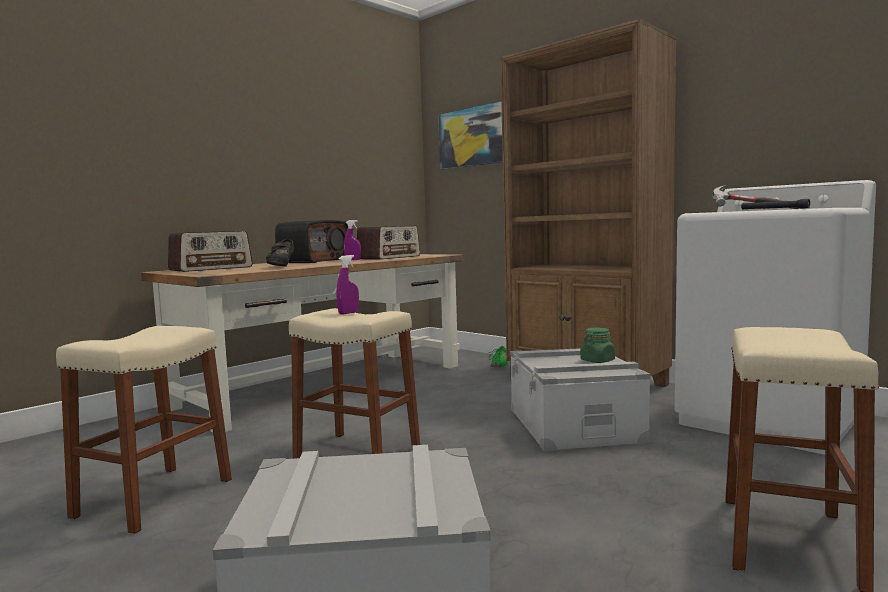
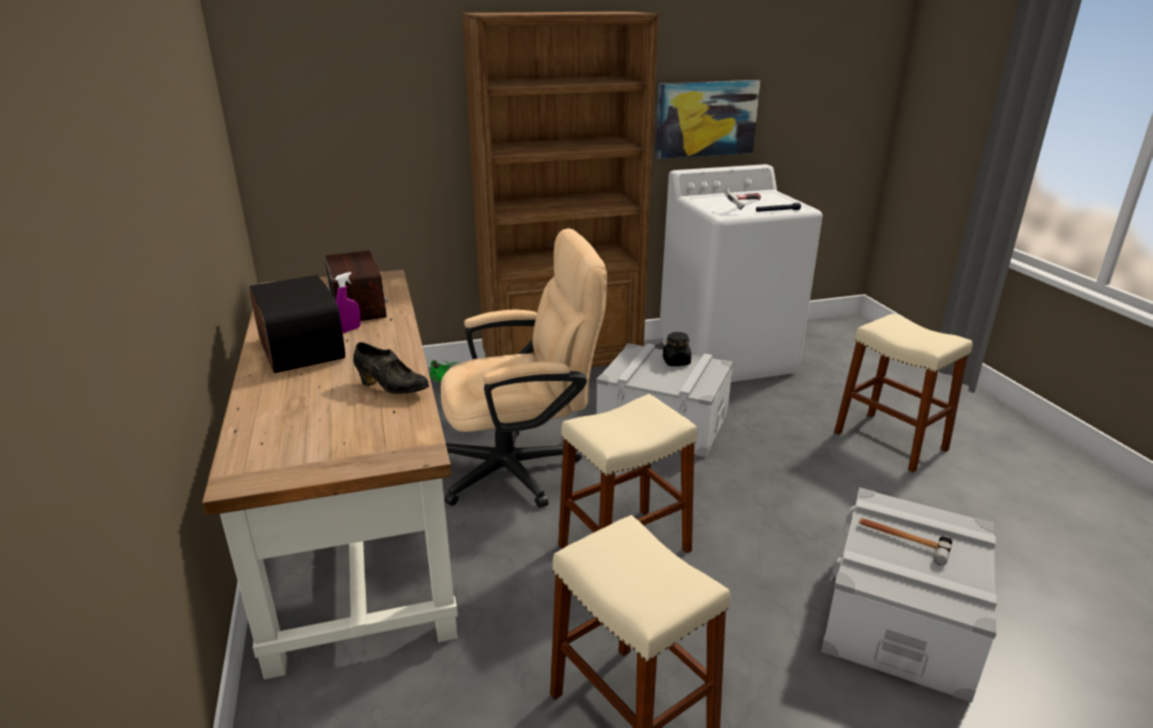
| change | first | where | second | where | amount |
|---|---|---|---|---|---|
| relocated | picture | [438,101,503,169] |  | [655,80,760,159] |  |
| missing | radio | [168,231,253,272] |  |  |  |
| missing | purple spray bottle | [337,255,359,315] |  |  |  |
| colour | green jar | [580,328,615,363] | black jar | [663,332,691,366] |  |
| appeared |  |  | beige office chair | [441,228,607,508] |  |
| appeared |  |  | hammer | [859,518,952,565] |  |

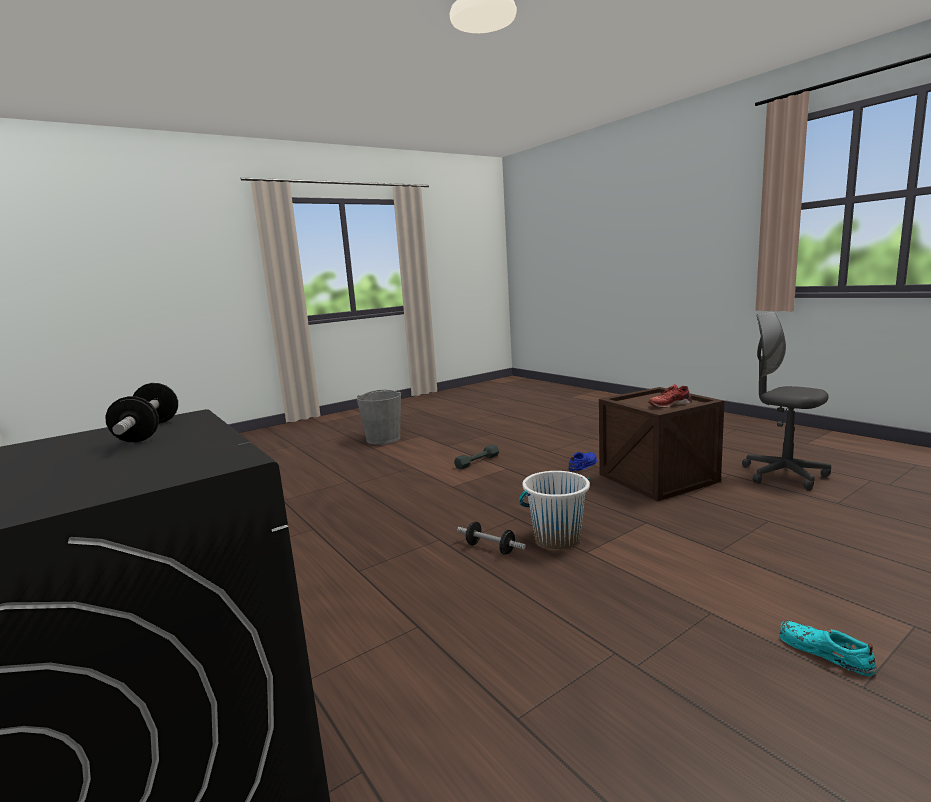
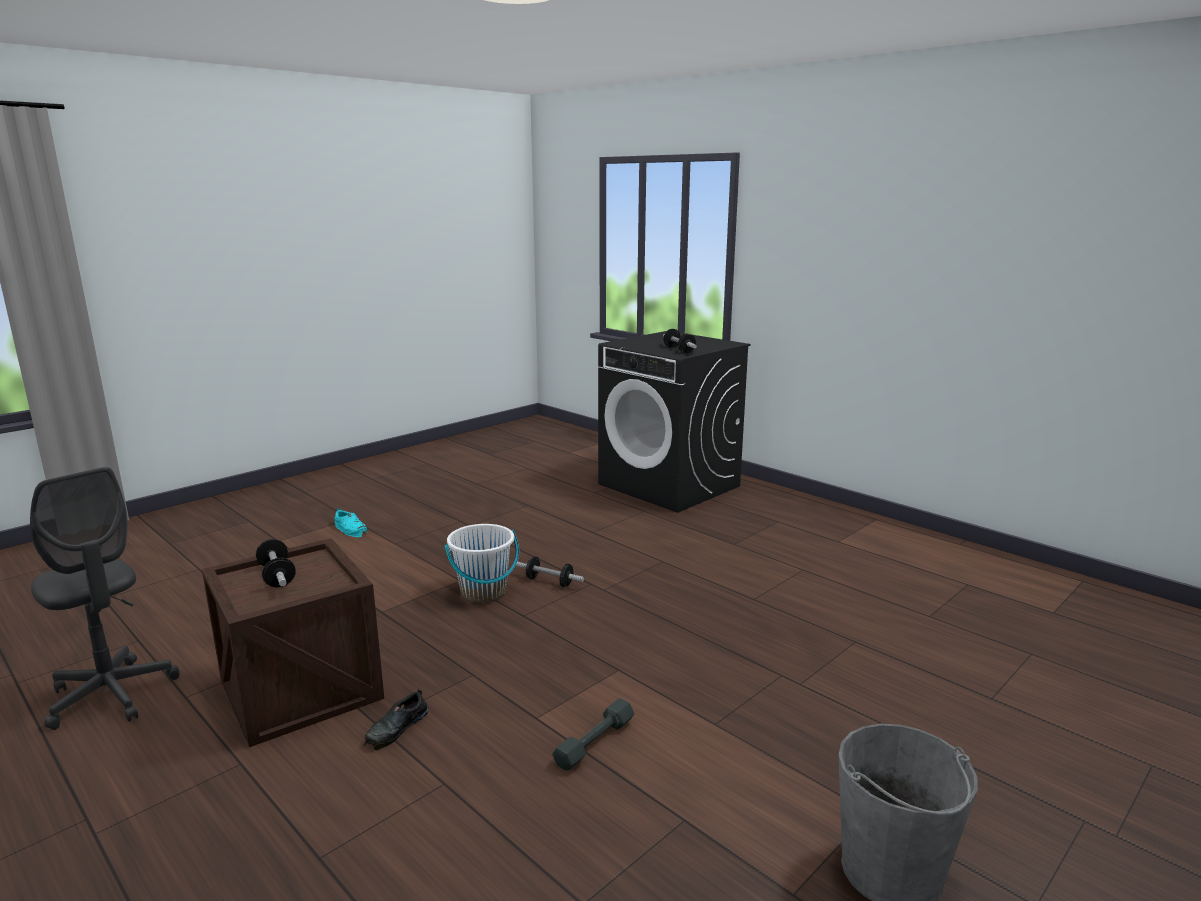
| change | first | where | second | where | amount |
|---|---|---|---|---|---|
| exchanged | red shoe | [648,384,692,408] | dumbbell | [256,539,296,587] |  |
| colour | blue shoe | [568,452,597,471] | black shoe | [364,689,429,750] |  |

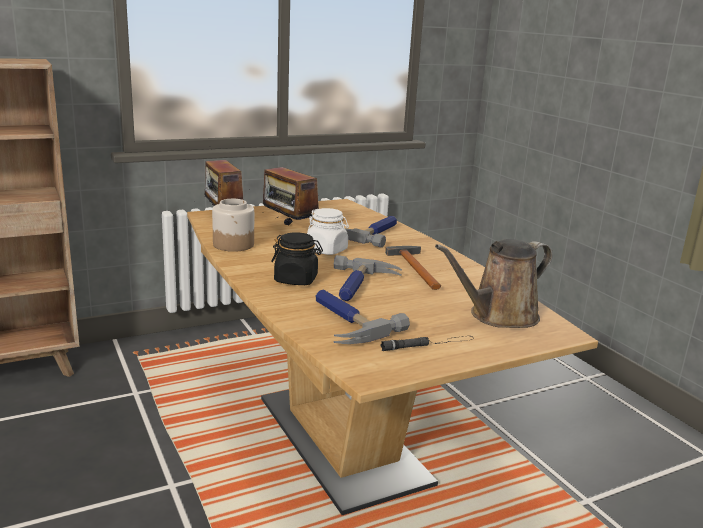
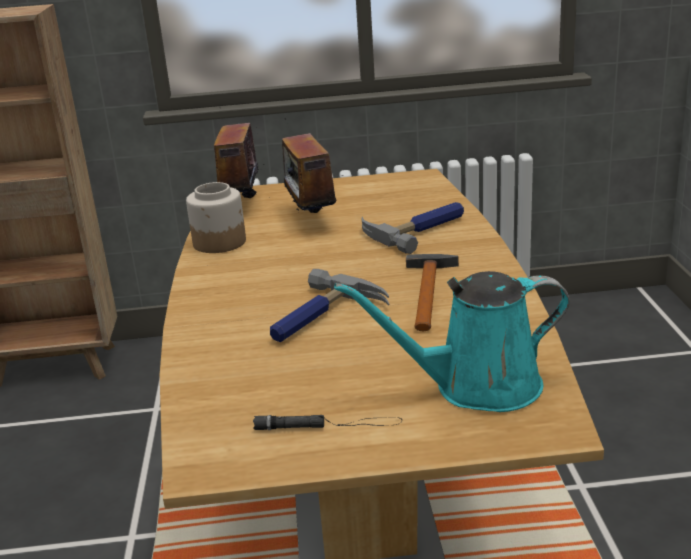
| change | first | where | second | where | amount |
|---|---|---|---|---|---|
| missing | white jar | [307,208,349,255] |  |  |  |
| missing | black jar | [271,232,323,285] |  |  |  |
| colour | brown watering can | [435,239,553,328] | turquoise watering can | [334,271,570,412] |  |
| missing | hammer | [316,289,410,344] |  |  |  |

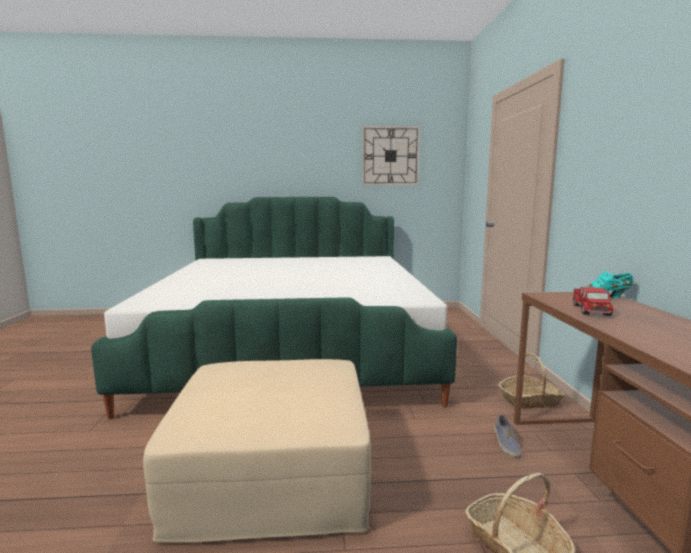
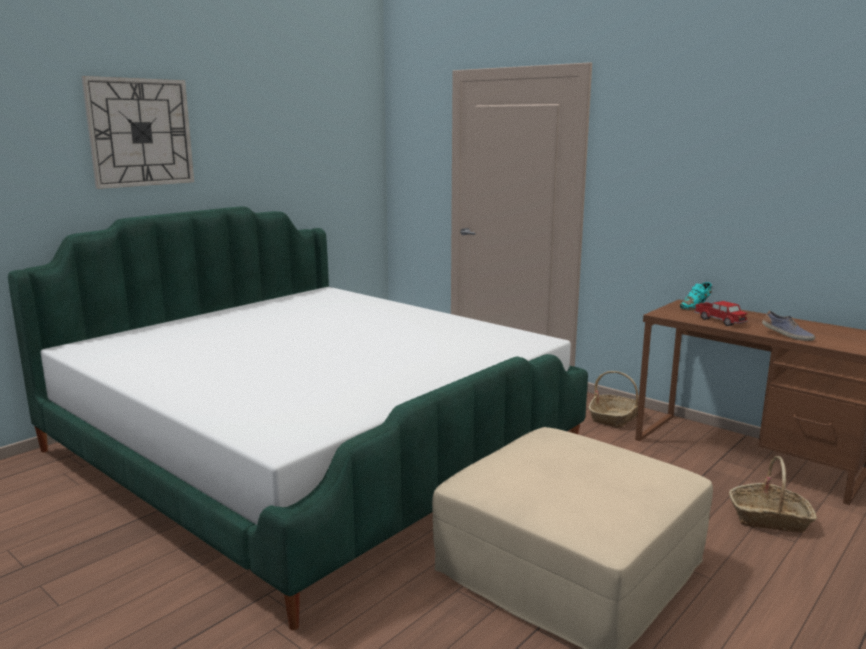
| change | first | where | second | where | amount |
|---|---|---|---|---|---|
| relocated | wall clock | [362,126,420,185] |  | [82,76,194,189] |  |
| relocated | shoe | [494,414,522,457] |  | [762,310,815,341] |  |

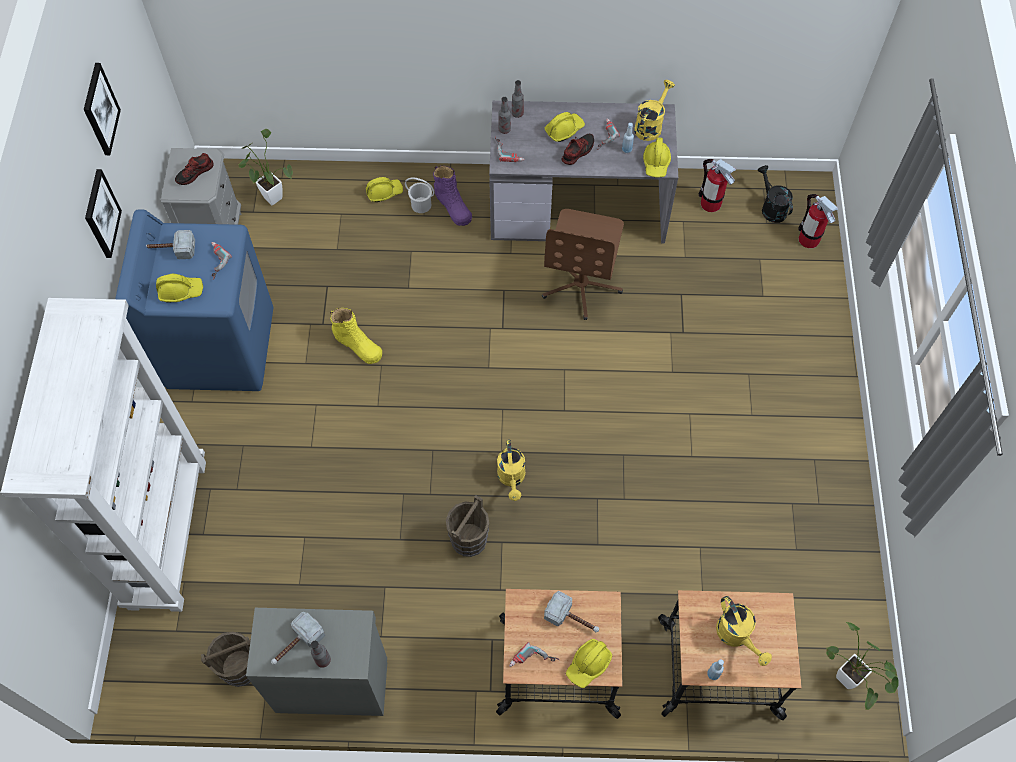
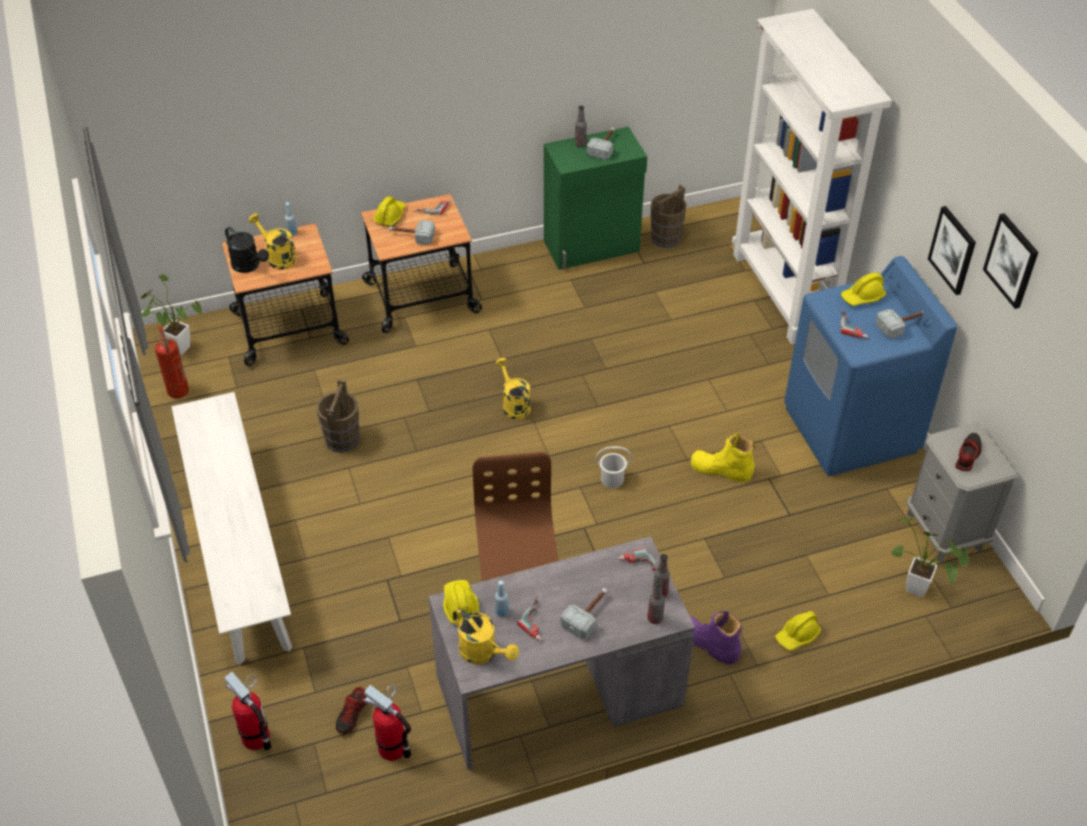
| change | first | where | second | where | amount |
|---|---|---|---|---|---|
| spun | yellow watering can | [634,80,675,141] |  | [453,608,519,664] | 60 degrees counterclockwise |
| exchanged | yellow hard hat | [545,112,585,142] | hammer | [560,588,608,639] |  |
| relocated | shoe | [562,134,594,165] |  | [336,687,367,734] |  |
| relocated | black watering can | [758,165,793,223] |  | [225,227,269,273] |  |
| relocated | white bucket | [405,177,434,213] |  | [596,446,632,488] |  |
| relocated | brown bucket | [446,495,489,557] |  | [316,380,360,453] |  |
| colour | grey cabinet | [246,608,387,716] | green cabinet | [544,127,647,270] |  |
| appeared |  |  | fire extinguisher | [155,325,189,398] |  |
| appeared |  |  | white bench | [171,392,292,665] |  |

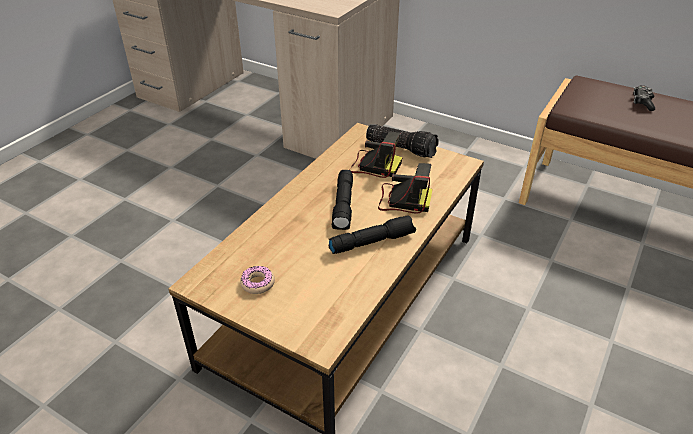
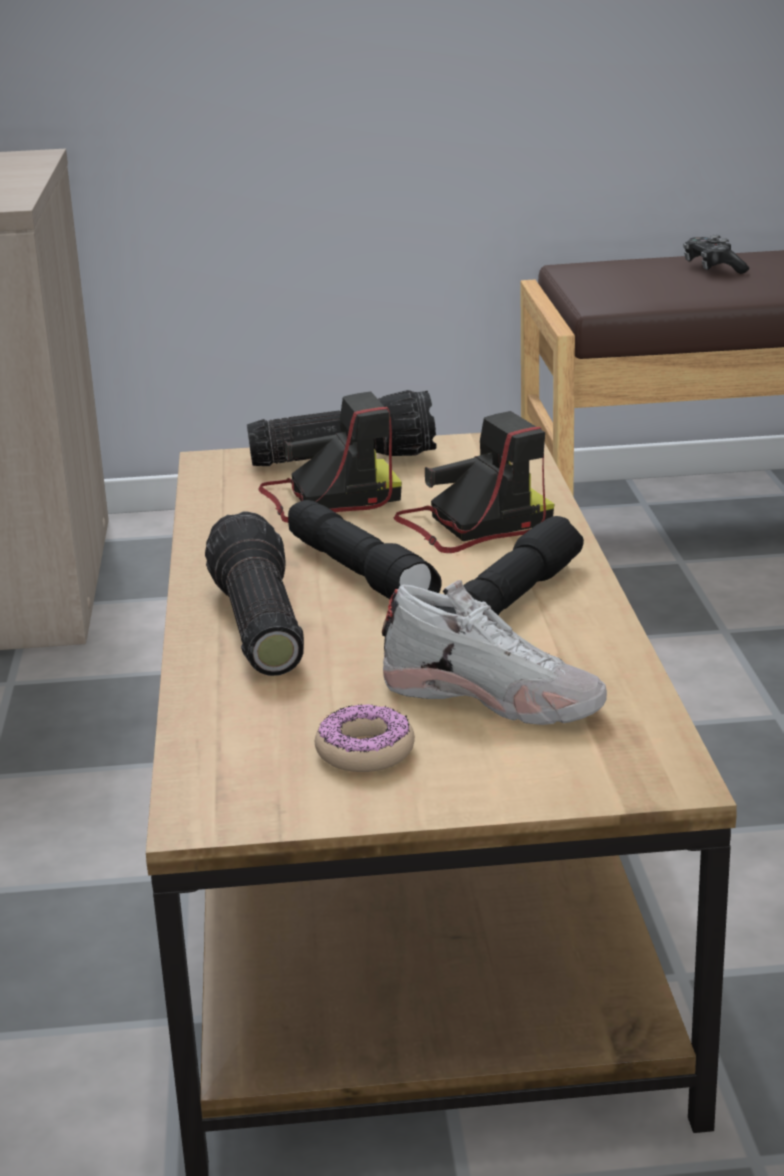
| change | first | where | second | where | amount |
|---|---|---|---|---|---|
| appeared |  |  | flashlight | [205,511,304,676] |  |
| appeared |  |  | white shoe | [382,580,607,725] |  |

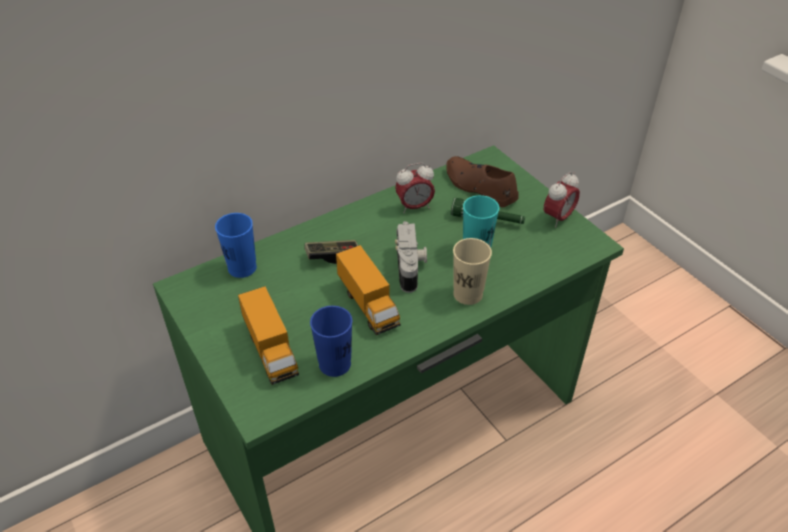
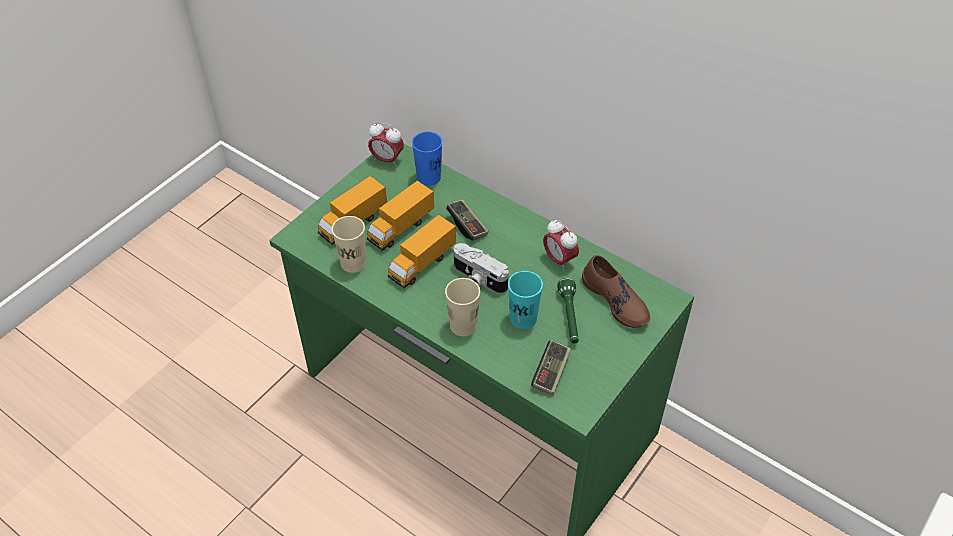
| change | first | where | second | where | amount |
|---|---|---|---|---|---|
| spun | brown shoe | [446,156,518,207] |  | [582,255,650,328] | 120 degrees clockwise |
| relocated | alarm clock | [544,172,580,228] |  | [368,122,404,167] |  |
| spun | photo camera | [395,221,427,293] |  | [454,243,508,294] | 60 degrees clockwise |
| colour | blue cup | [310,306,352,377] | beige cup | [332,216,366,273] |  |
| appeared |  |  | toy truck | [367,181,434,251] |  |
| appeared |  |  | game controller | [531,340,571,395] |  |

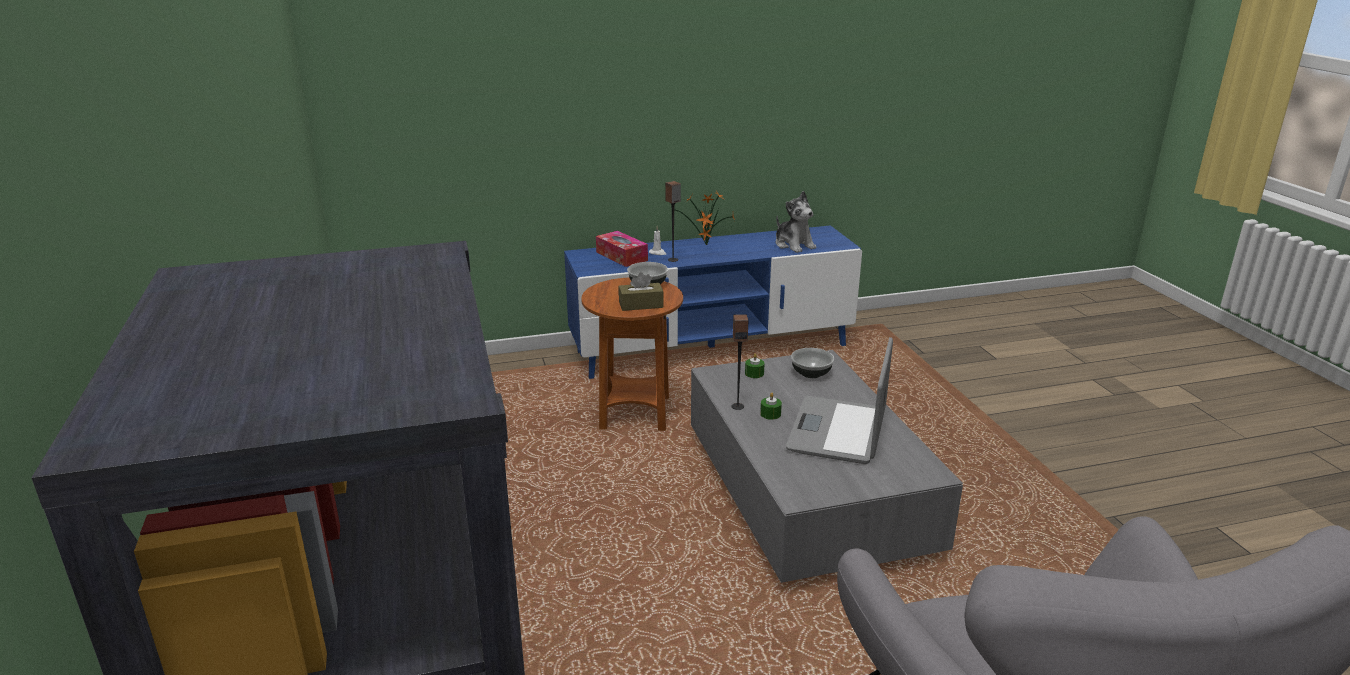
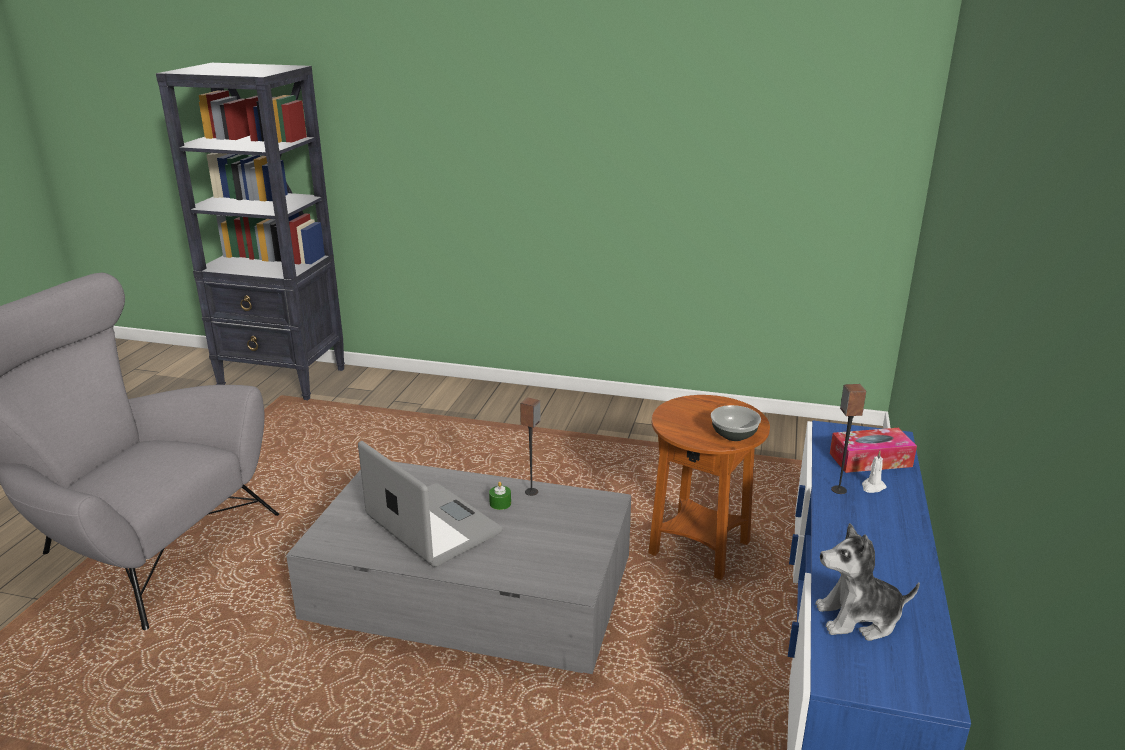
| change | first | where | second | where | amount |
|---|---|---|---|---|---|
| missing | potted plant | [671,191,735,246] |  |  |  |
| missing | brown tissue box | [619,272,664,311] |  |  |  |
| missing | bowl | [791,348,834,378] |  |  |  |
| missing | green candle | [745,353,765,378] |  |  |  |

